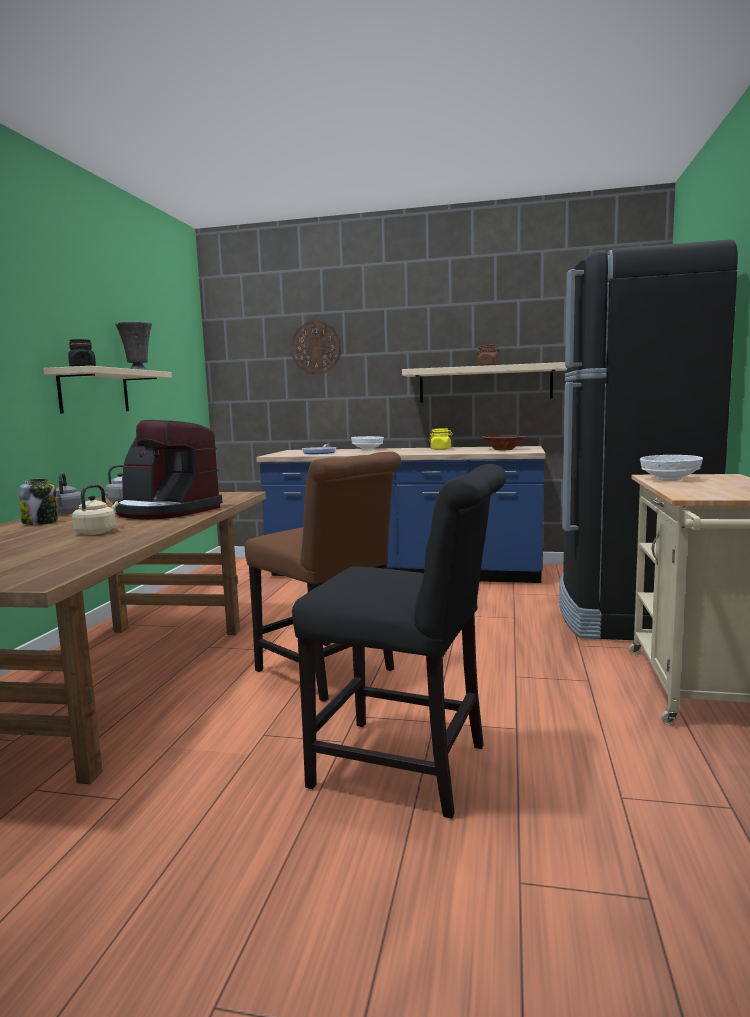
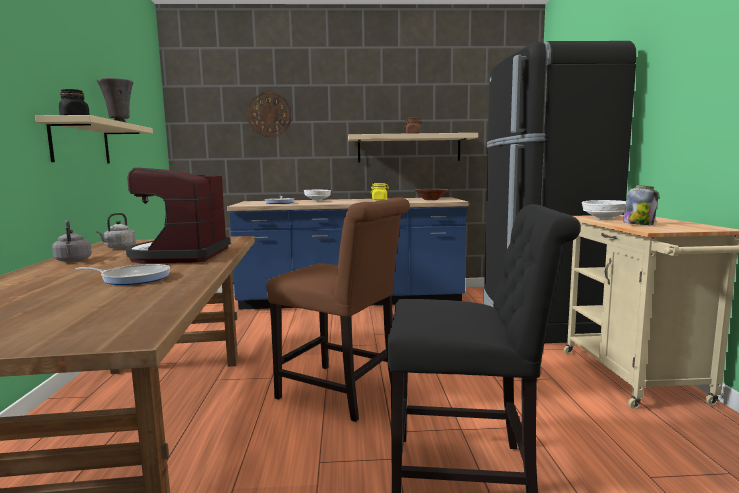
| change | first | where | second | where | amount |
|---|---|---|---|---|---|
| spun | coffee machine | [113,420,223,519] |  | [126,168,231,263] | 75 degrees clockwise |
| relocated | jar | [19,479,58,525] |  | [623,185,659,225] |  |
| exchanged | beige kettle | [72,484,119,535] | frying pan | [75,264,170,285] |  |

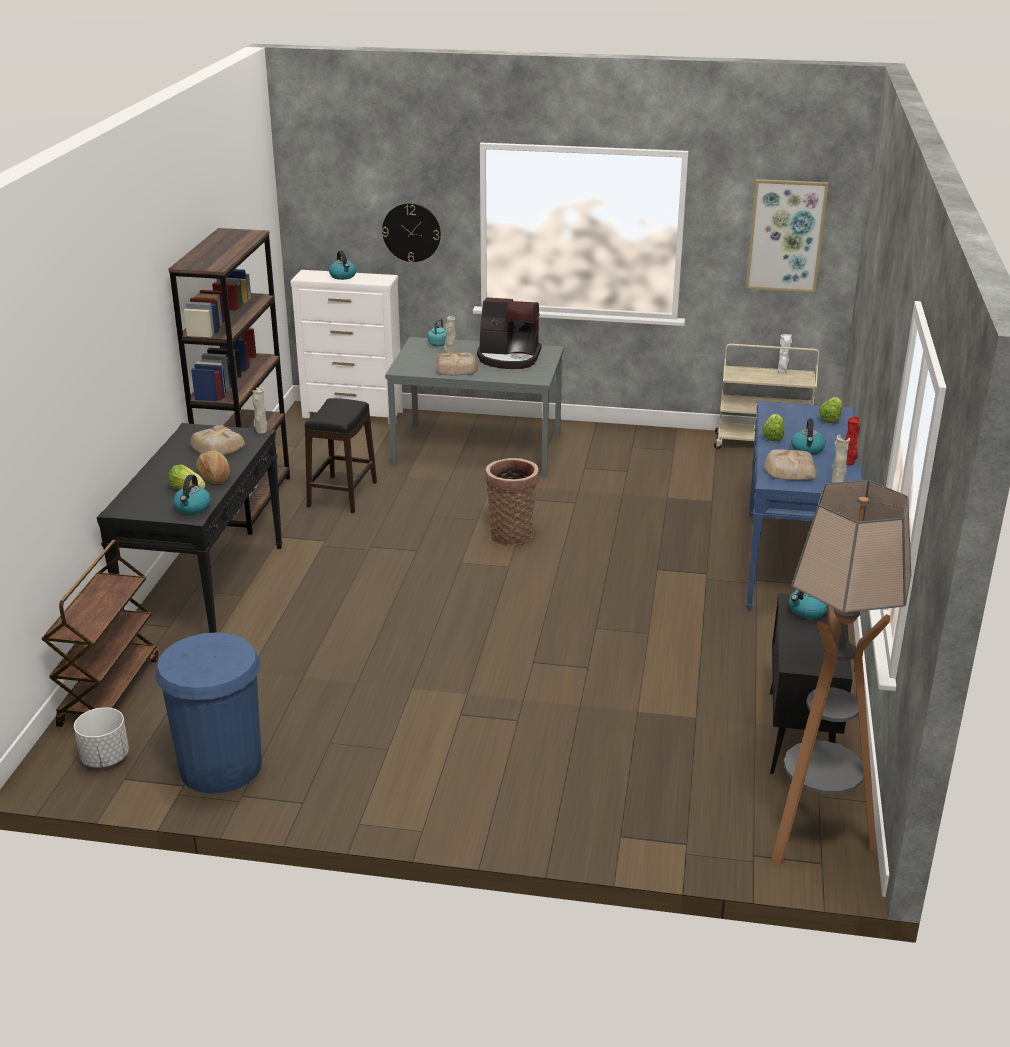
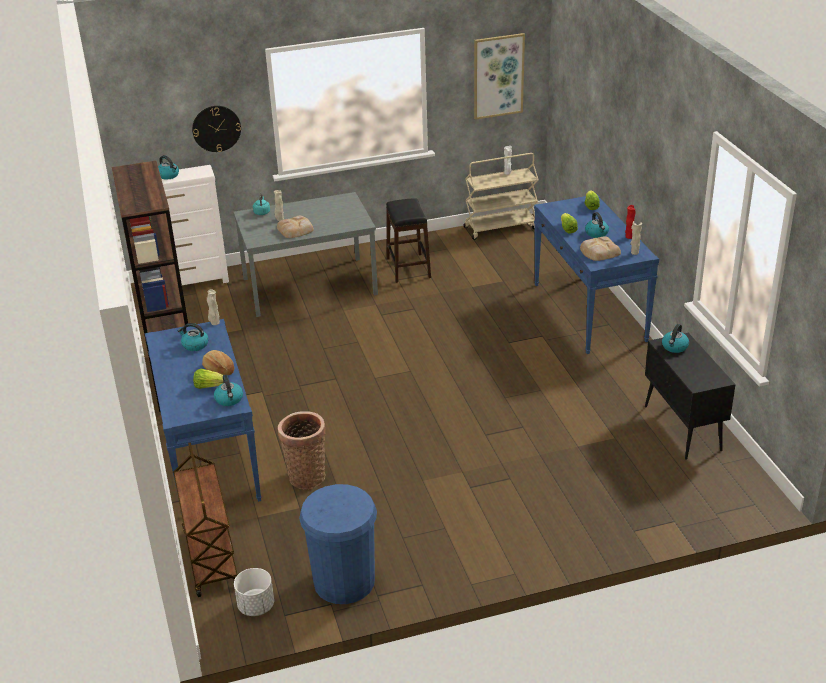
| change | first | where | second | where | amount |
|---|---|---|---|---|---|
| missing | coffee machine | [477,297,541,369] |  |  |  |
| relocated | black stool | [305,398,377,513] |  | [386,198,431,283] |  |
| colour | black console table | [97,423,282,633] | blue console table | [145,319,262,515] |  |
| exchanged | bread | [190,425,245,455] | kettle | [177,323,208,351] |  |
| relocated | basket | [485,458,539,546] |  | [278,411,326,490] |  |
| missing | floor lamp | [771,480,911,865] |  |  |  |

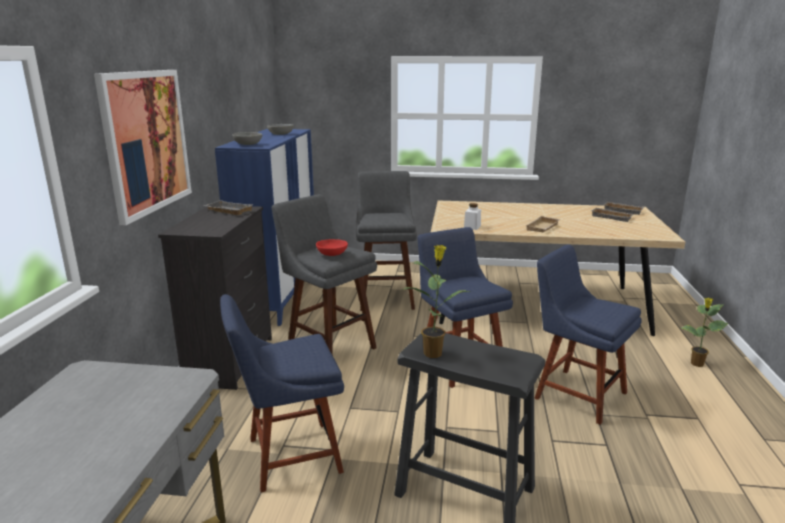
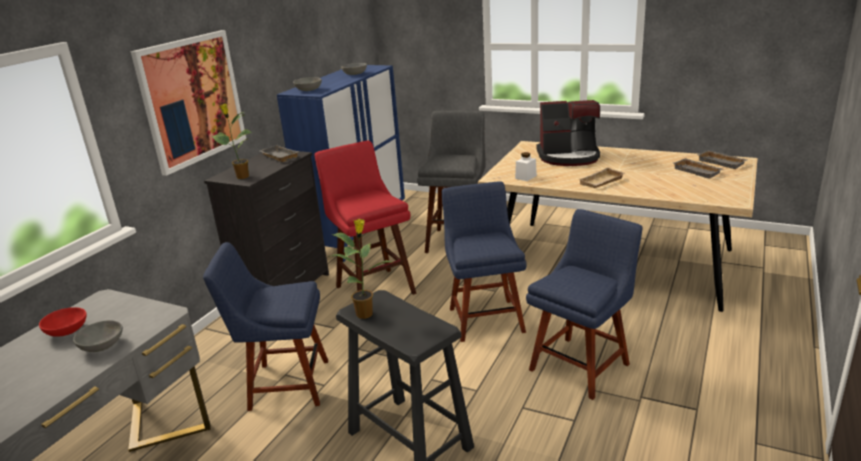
| change | first | where | second | where | amount |
|---|---|---|---|---|---|
| colour | grey stool | [272,194,377,356] | red stool | [315,141,416,295] |  |
| relocated | red bowl | [316,239,348,256] |  | [39,307,87,337] |  |
| spun | blue chair | [535,244,642,425] |  | [526,209,643,400] | 75 degrees clockwise |
| relocated | potted plant | [681,298,729,367] |  | [212,104,252,179] |  |
| appeared |  |  | coffee machine | [536,100,600,166] |  |
| appeared |  |  | grey bowl | [73,320,123,352] |  |

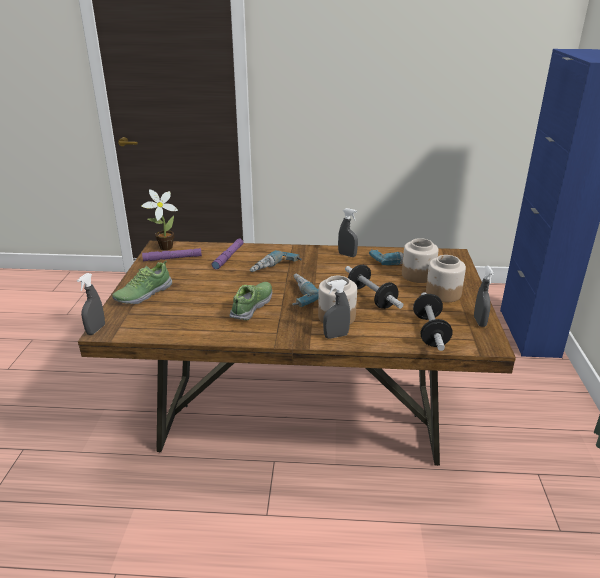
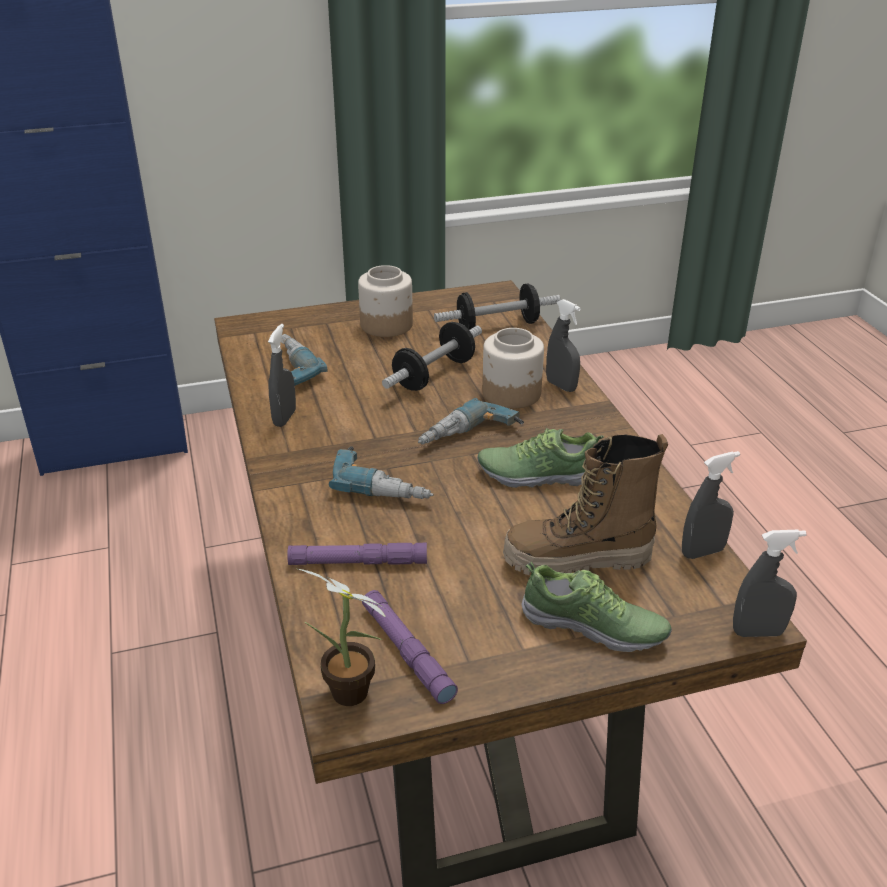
| change | first | where | second | where | amount |
|---|---|---|---|---|---|
| missing | jar | [402,238,438,283] |  |  |  |
| relocated | grey spray bottle | [474,266,494,327] |  | [682,451,740,559] |  |
| appeared |  |  | boot | [503,434,668,575] |  |

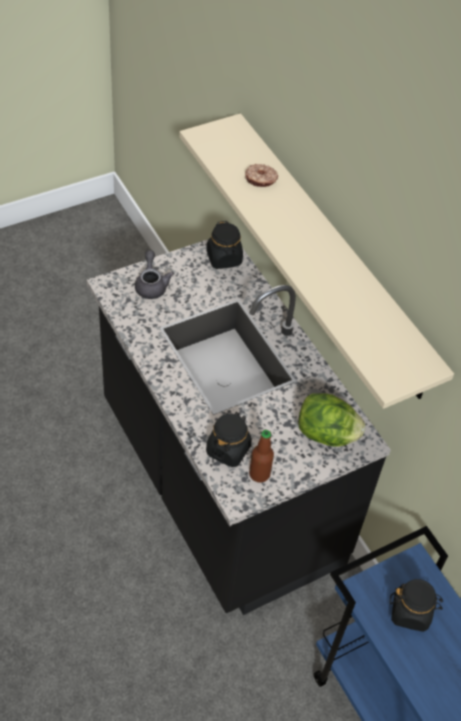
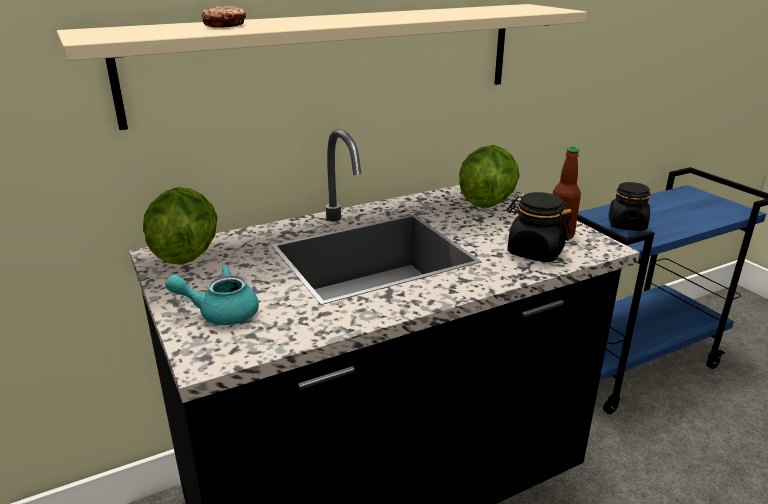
| change | first | where | second | where | amount |
|---|---|---|---|---|---|
| exchanged | black jar | [206,221,243,269] | lettuce | [143,187,218,265] |  |
| colour | grey teapot | [135,250,174,299] | turquoise teapot | [165,265,259,325] |  |

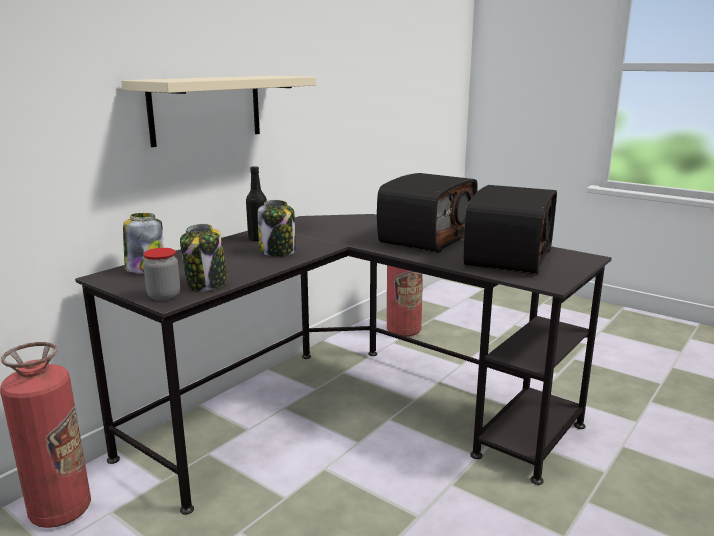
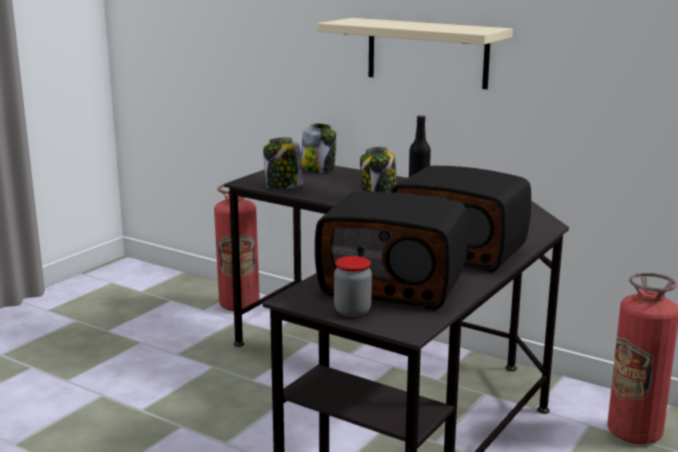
| change | first | where | second | where | amount |
|---|---|---|---|---|---|
| relocated | jar | [143,248,180,301] |  | [334,256,372,317] |  |

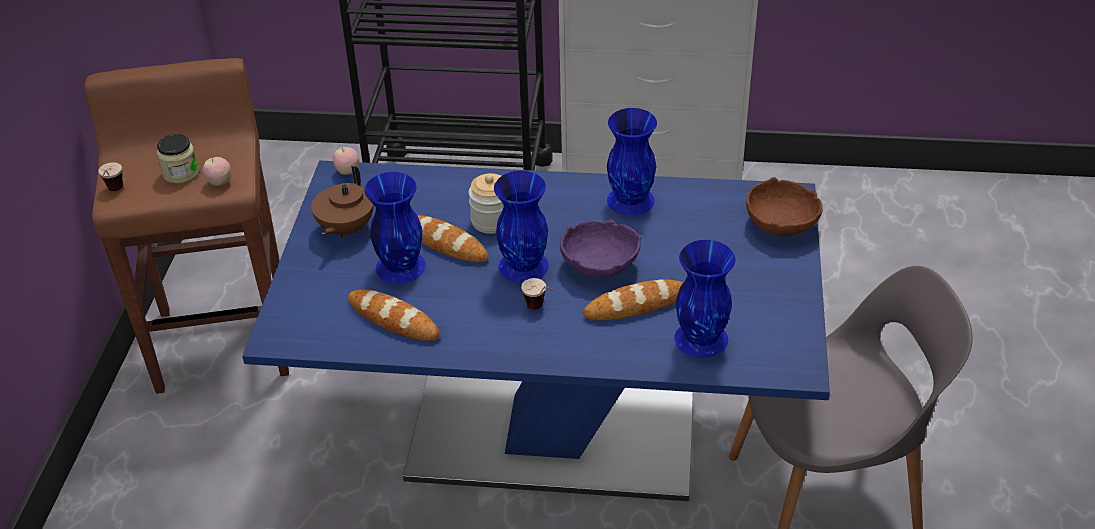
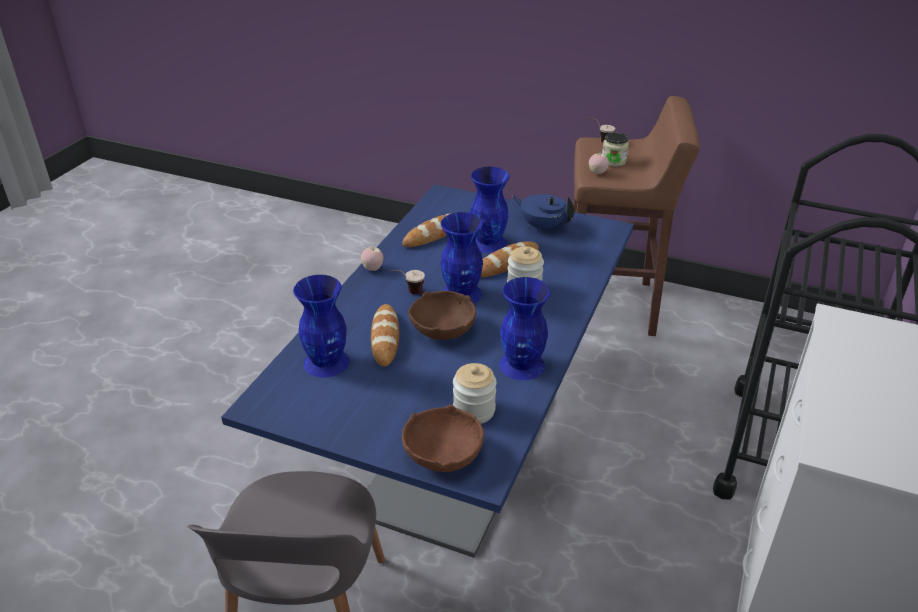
| change | first | where | second | where | amount |
|---|---|---|---|---|---|
| relocated | apple | [333,147,359,175] |  | [361,247,383,271] |  |
| colour | brown teapot | [311,166,374,239] | blue teapot | [512,194,575,232] |  |
| colour | purple bowl | [560,219,641,278] | brown bowl | [408,290,476,340] |  |
| appeared |  |  | jar | [453,363,497,424] |  |

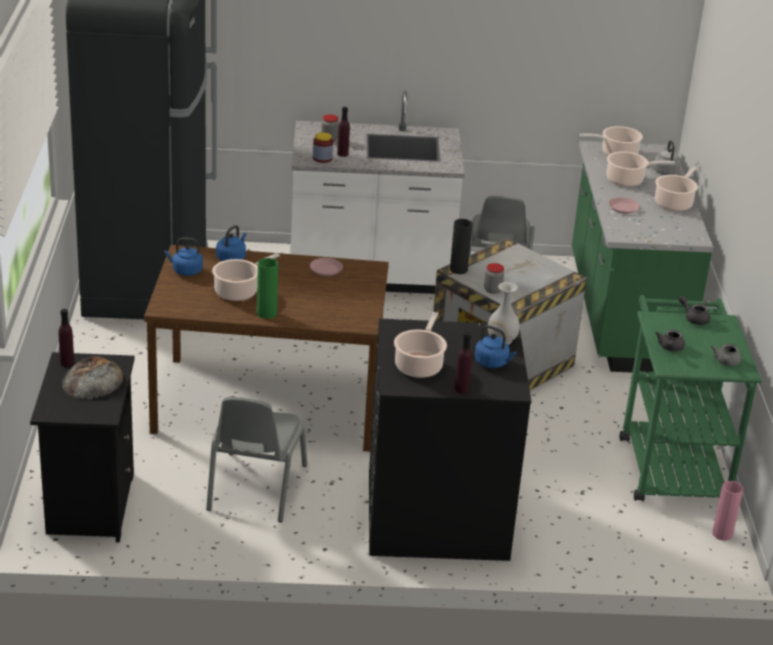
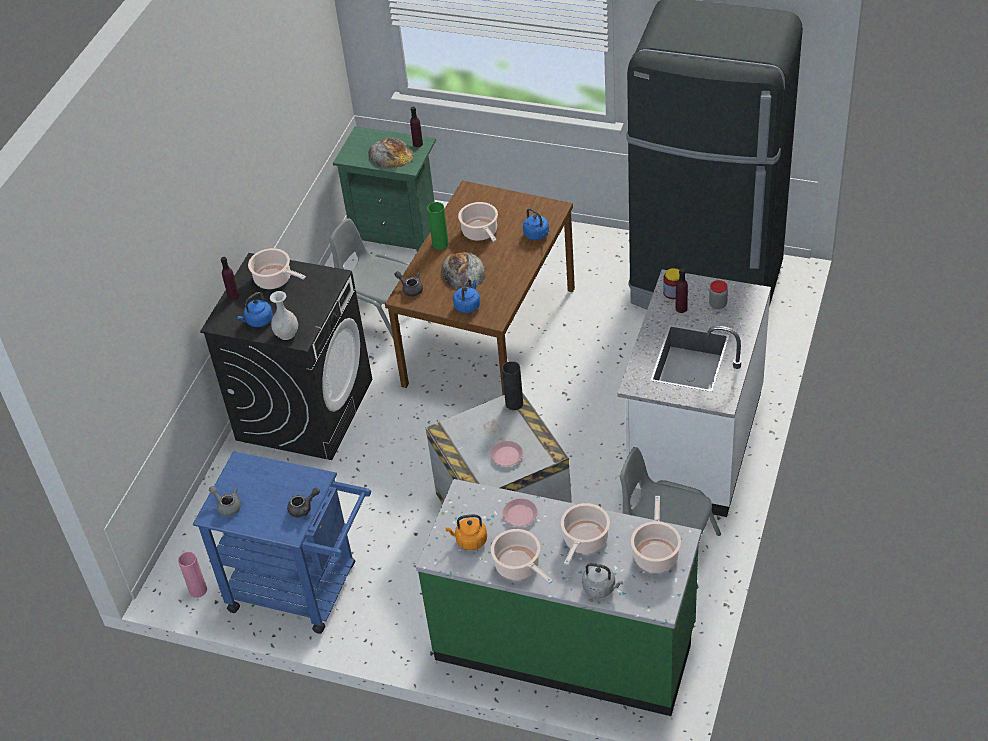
| change | first | where | second | where | amount |
|---|---|---|---|---|---|
| relocated | blue kettle | [165,238,203,276] |  | [453,279,480,313] |  |
| relocated | pink plate | [310,258,343,276] |  | [491,441,523,466] |  |
| missing | jar | [484,263,504,294] |  |  |  |
| colour | green cart | [620,295,762,501] | blue cart | [193,451,371,634] |  |
| relocated | grey teapot | [655,330,685,351] |  | [394,271,423,296] |  |
| colour | black nightstand | [30,352,135,543] | green nightstand | [333,126,436,252] |  |
| appeared |  |  | bread | [441,252,486,289] |  |
| appeared |  |  | orange kettle | [445,514,487,550] |  |

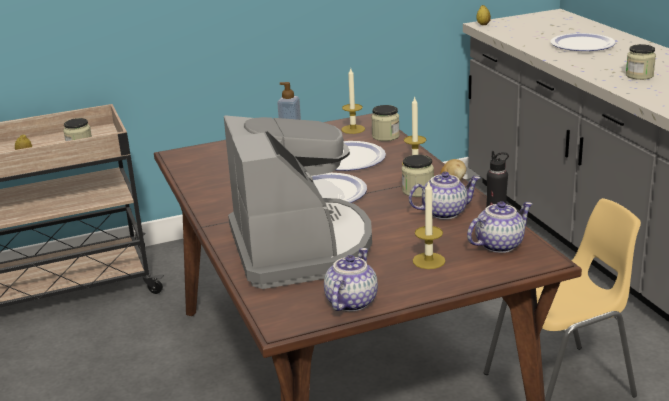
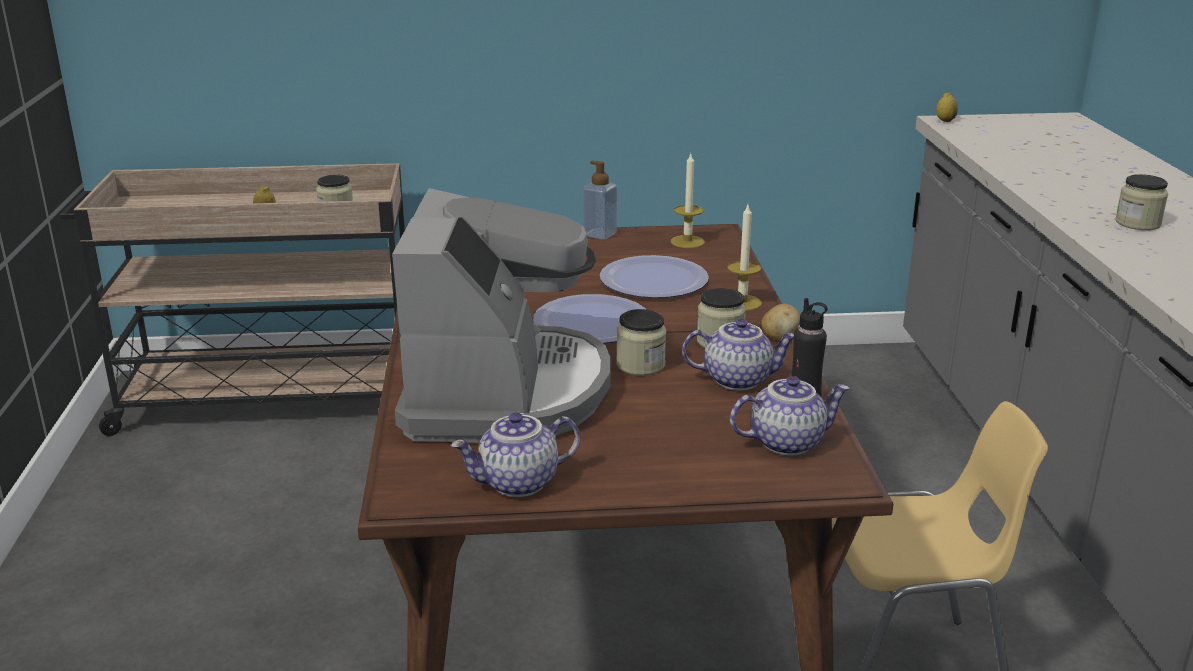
| change | first | where | second | where | amount |
|---|---|---|---|---|---|
| missing | plate | [551,33,616,51] |  |  |  |
| relocated | jar | [371,105,400,141] |  | [617,309,666,376] |  |
| missing | candle | [413,180,446,269] |  |  |  |
| spun | teapot | [324,248,378,312] |  | [451,412,580,497] | 150 degrees counterclockwise |

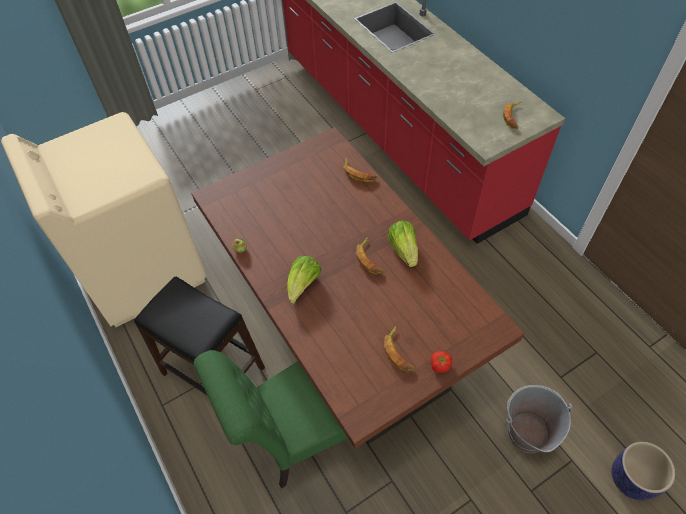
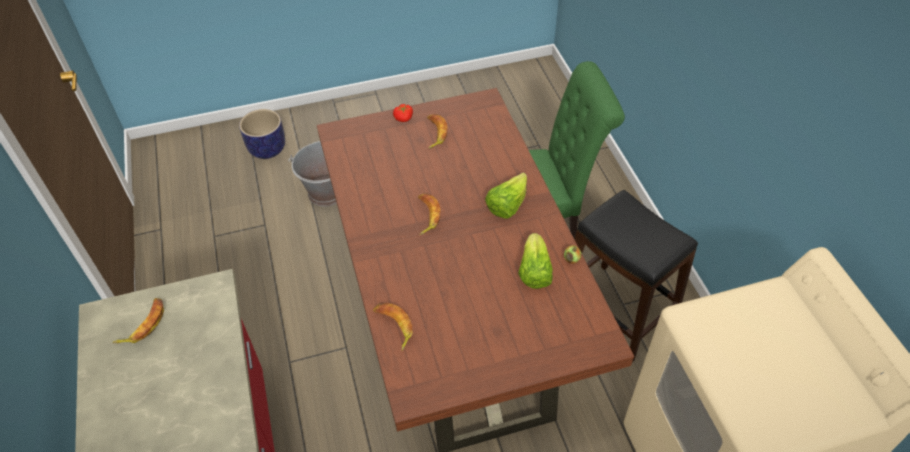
| change | first | where | second | where | amount |
|---|---|---|---|---|---|
| relocated | lettuce | [388,221,418,267] |  | [518,233,553,289] |  |

